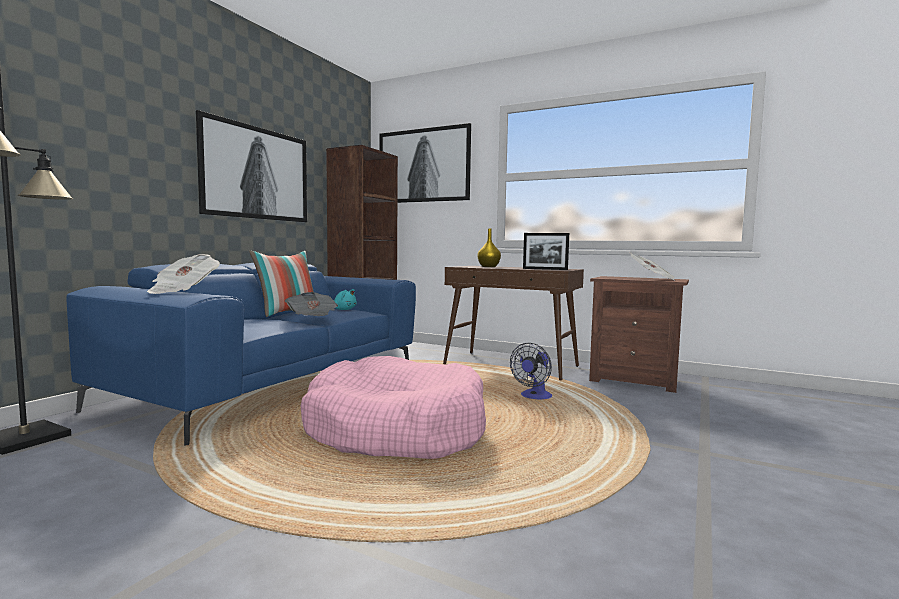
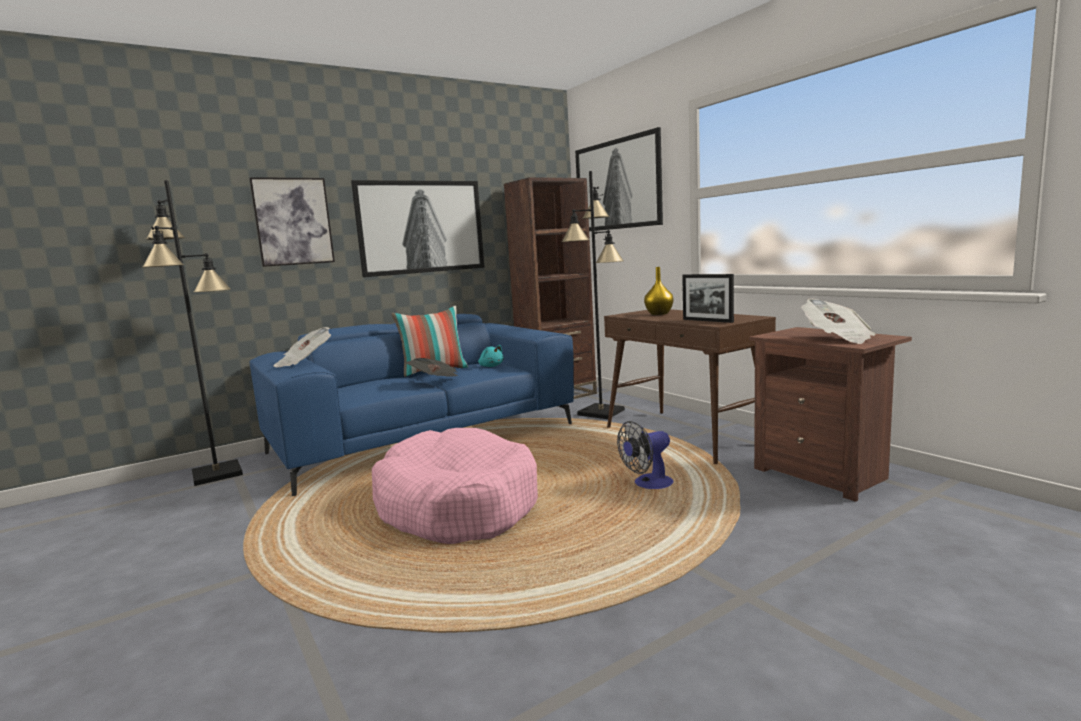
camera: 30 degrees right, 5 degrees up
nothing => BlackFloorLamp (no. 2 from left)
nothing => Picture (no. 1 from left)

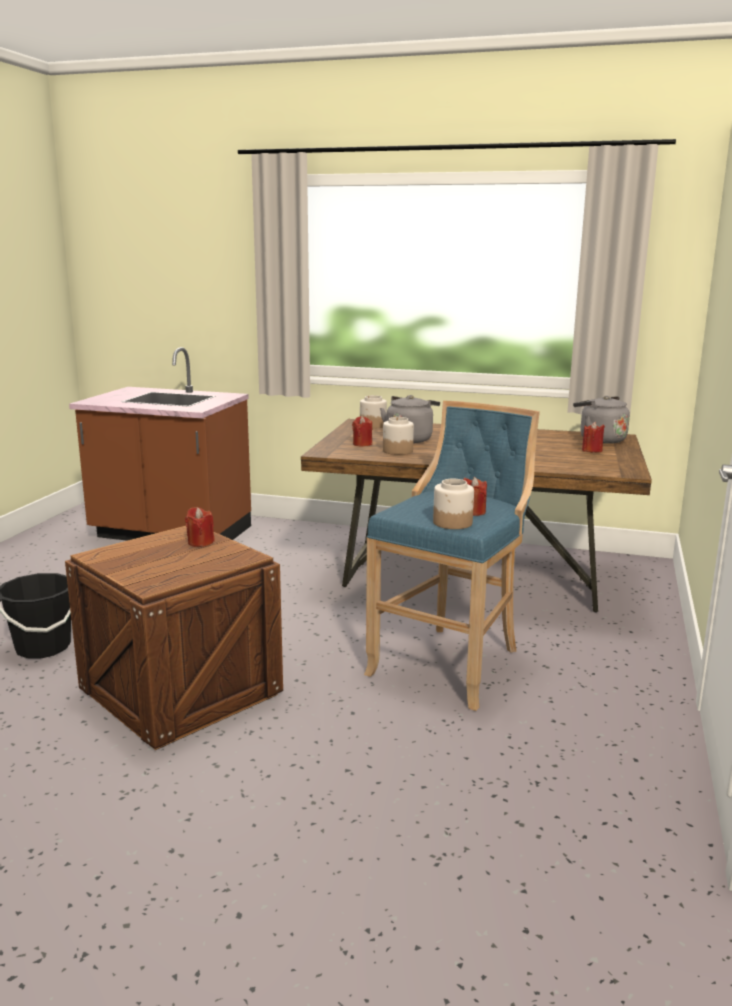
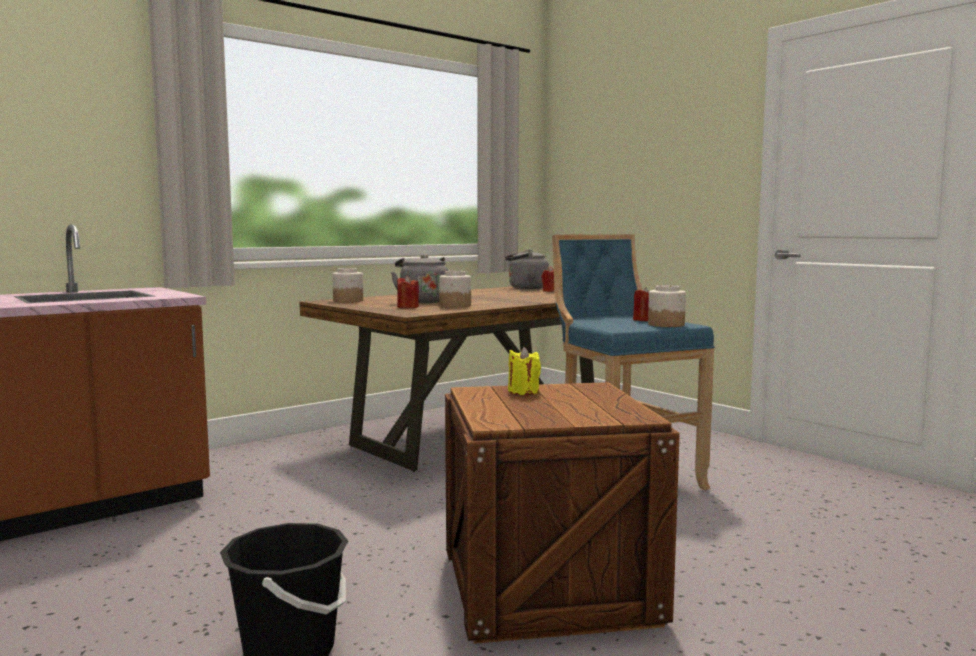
camera: 55 degrees left, 10 degrees down
RedCandle (no. 1 from left) => YellowCandle

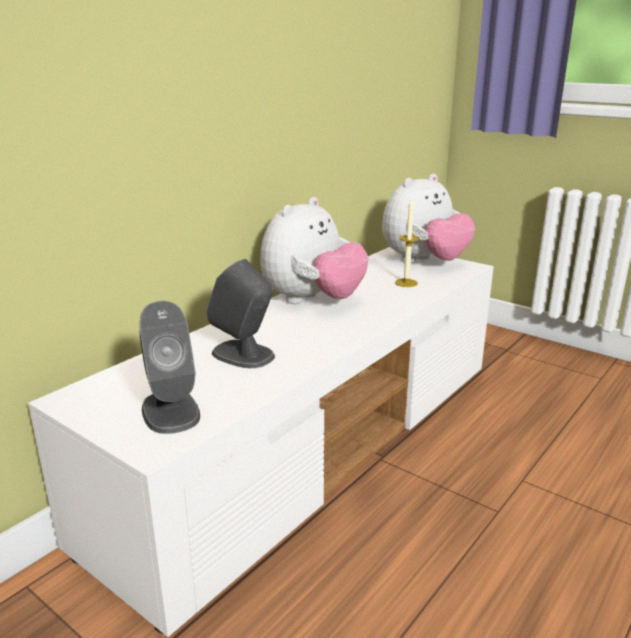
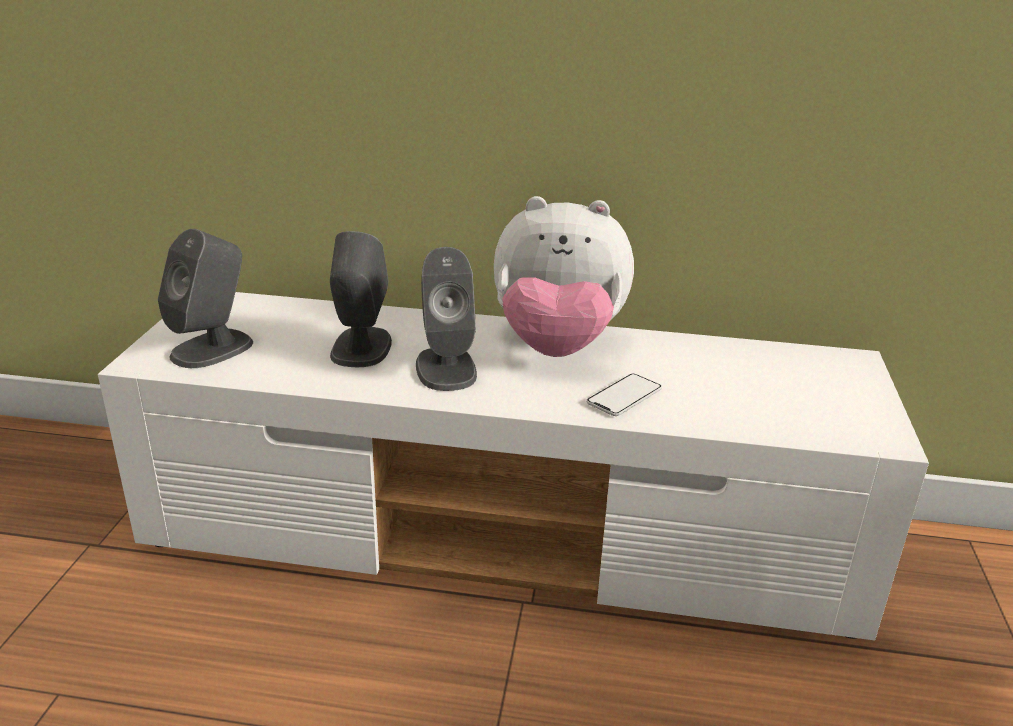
camera: 60 degrees right, 5 degrees up
PlushToy (no. 2 from left) => nothing
Candle => nothing
nothing => GreySpeaker (no. 3 from left)
nothing => Phone

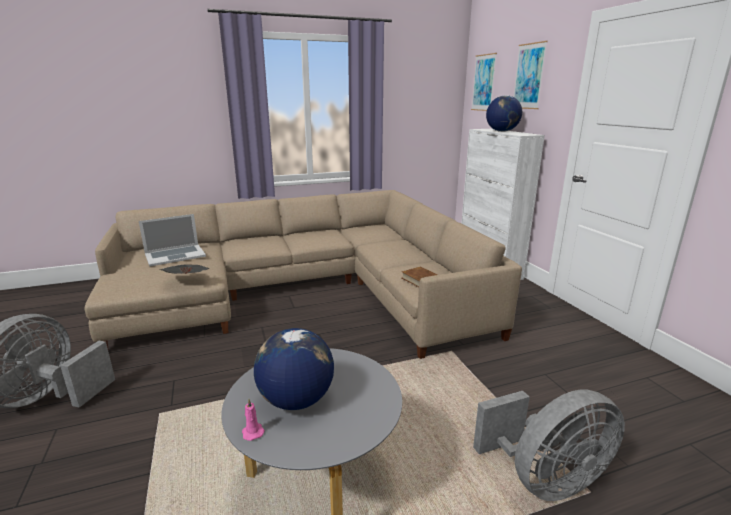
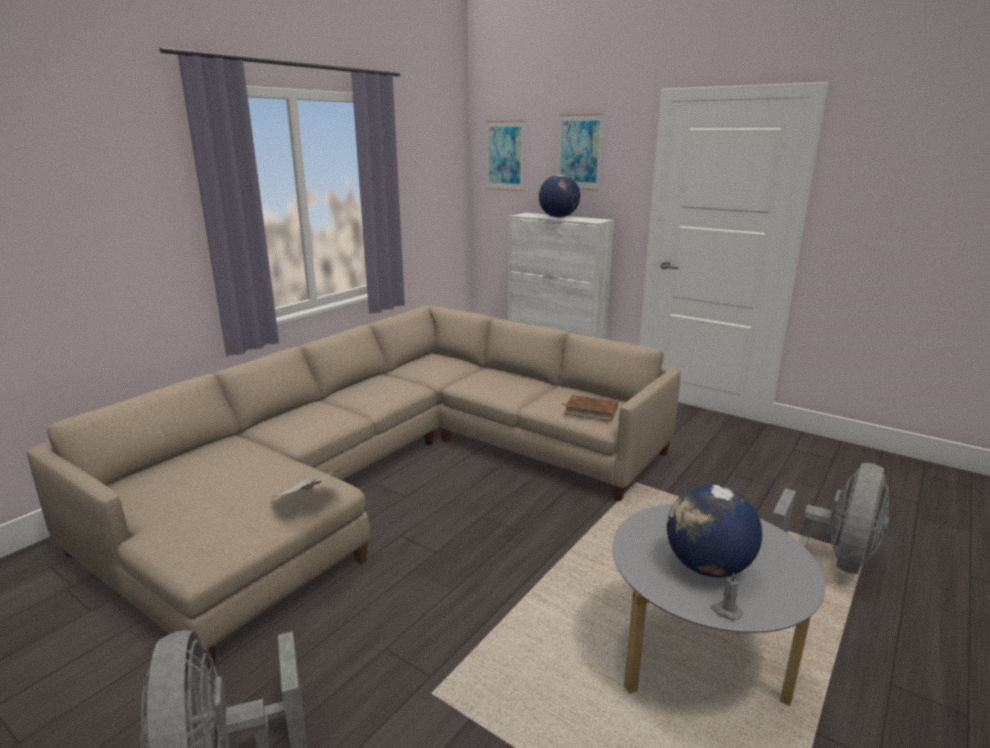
camera: 35 degrees left, 0 degrees up
Laptop => nothing
PinkCandle => GreyCandle

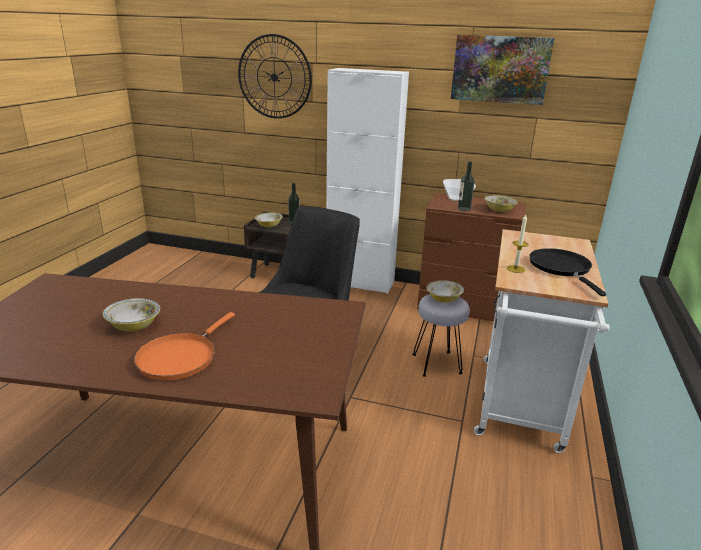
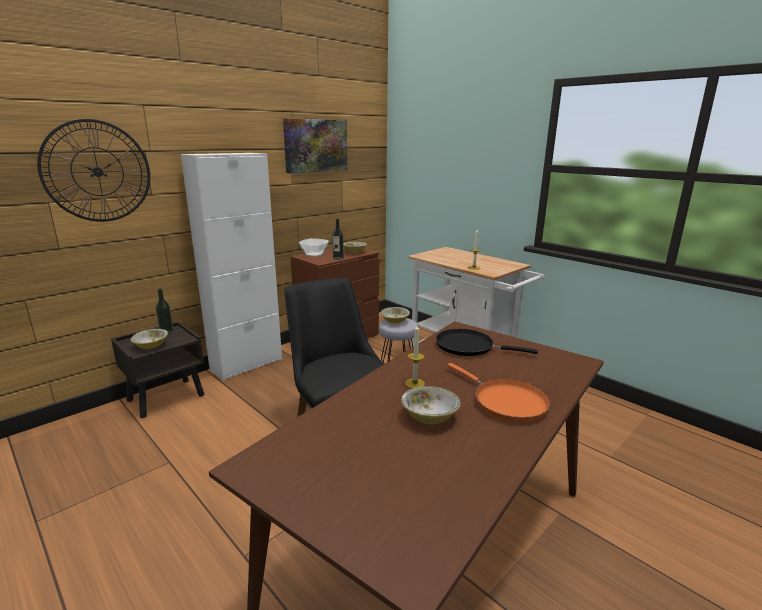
camera: 60 degrees left, 5 degrees down
BlackFryingPan, relocated
nothing => Candle (no. 1 from left)

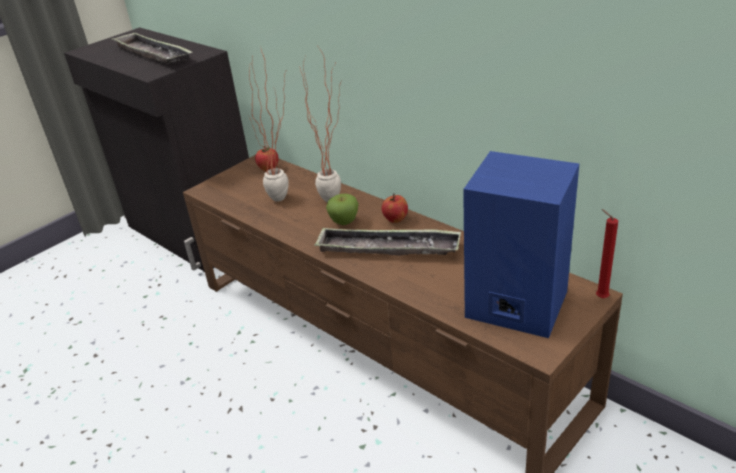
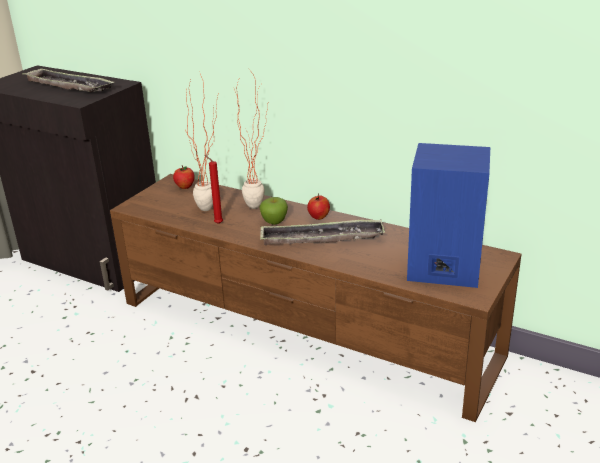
camera: 15 degrees left, 5 degrees down
RedCandle, relocated

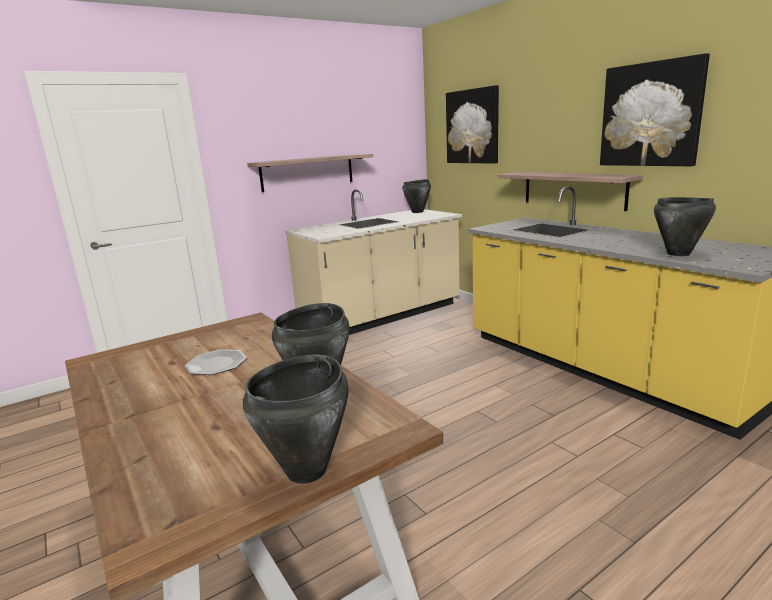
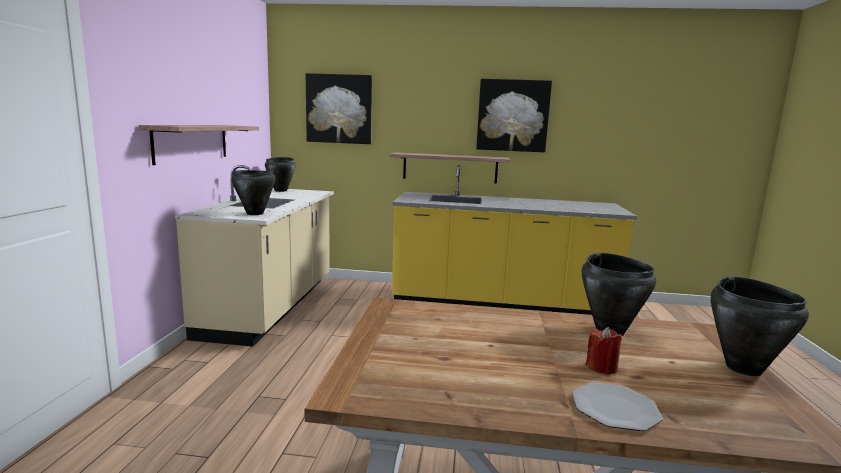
camera: 50 degrees left, 5 degrees down
BlackCookingPot (no. 4 from left in the first image) => BlackCookingPot (no. 1 from left), relocated
Plate, relocated
nothing => RedCandle

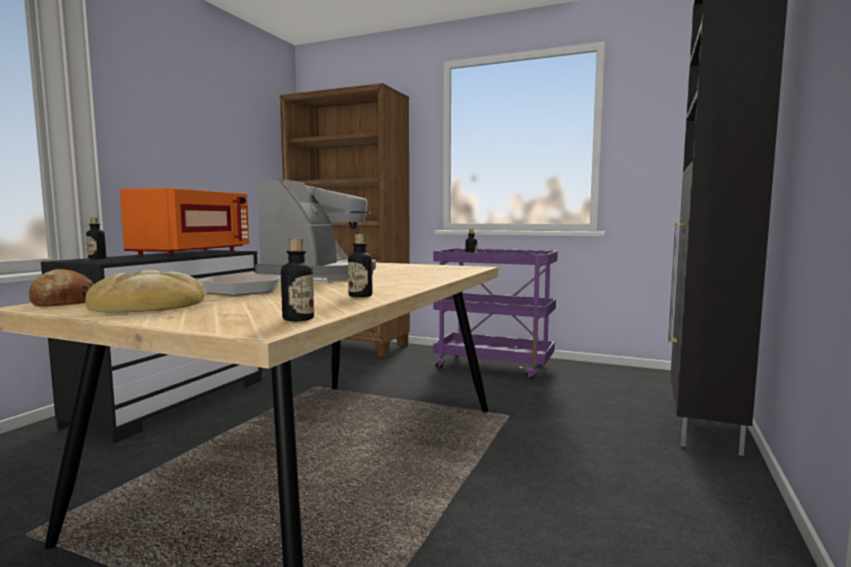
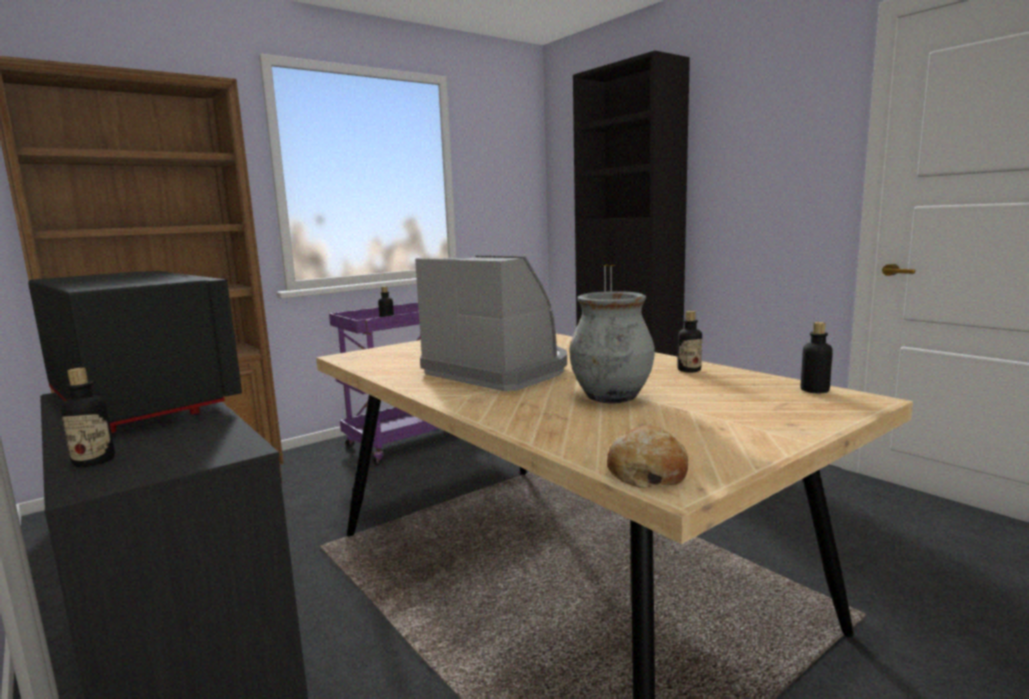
camera: 60 degrees left, 5 degrees up
OrangeMicrowave => BlackMicrowave
Bread (no. 2 from left) => nothing
FryingPan => GreyVase

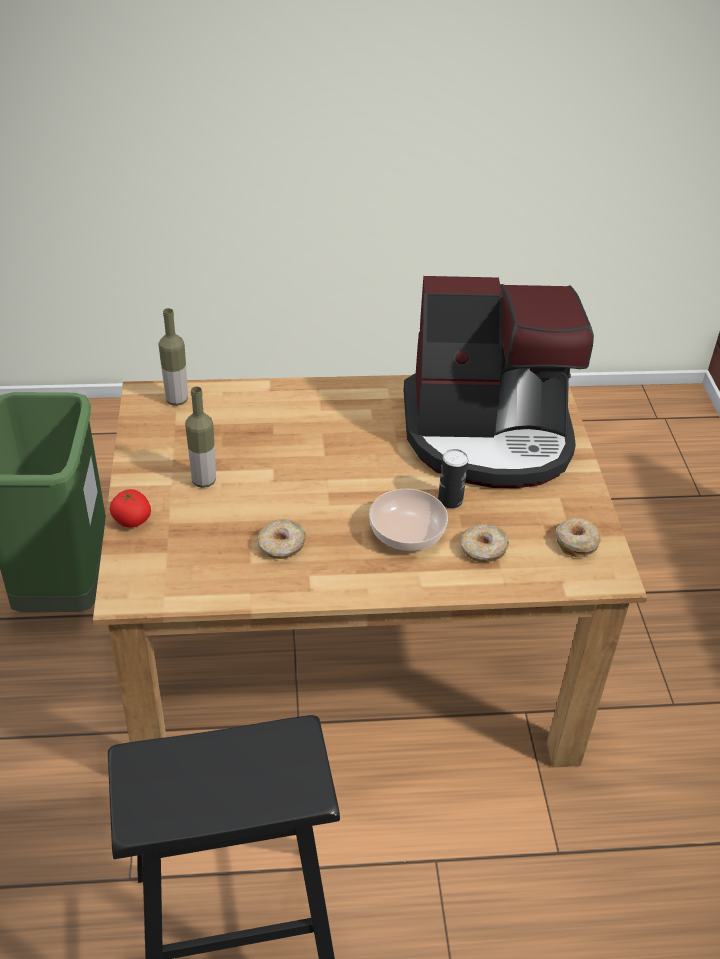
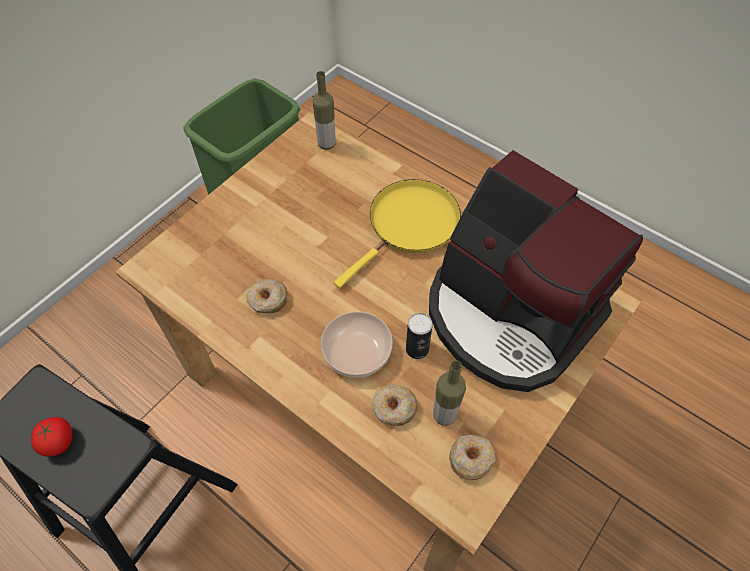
camera: 45 degrees right, 15 degrees up
Bottle (no. 2 from left), relocated
Tomato, relocated
nothing => YellowFryingPan

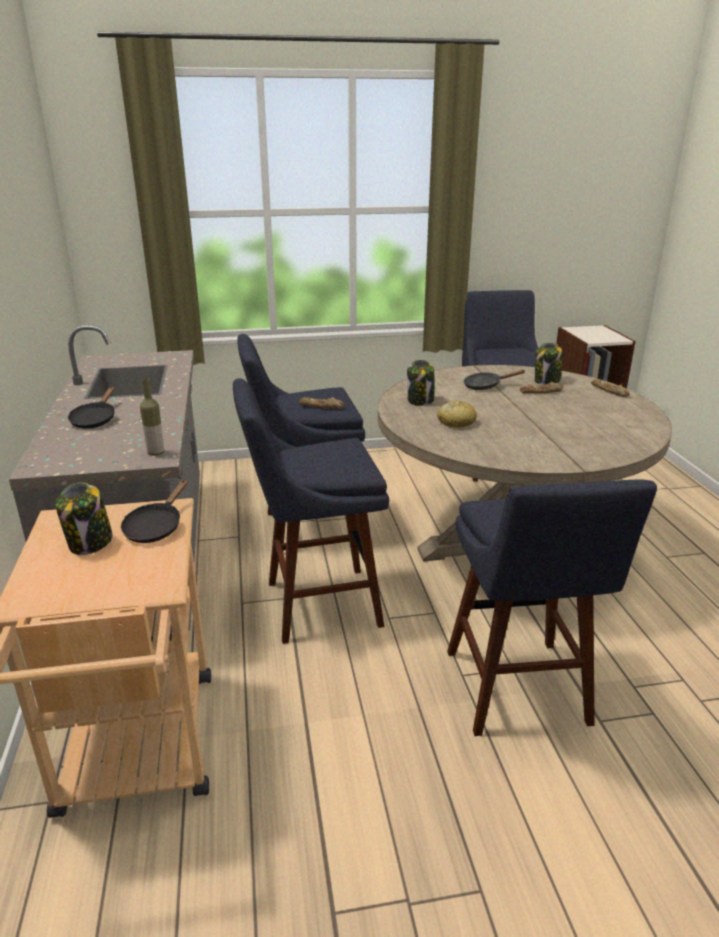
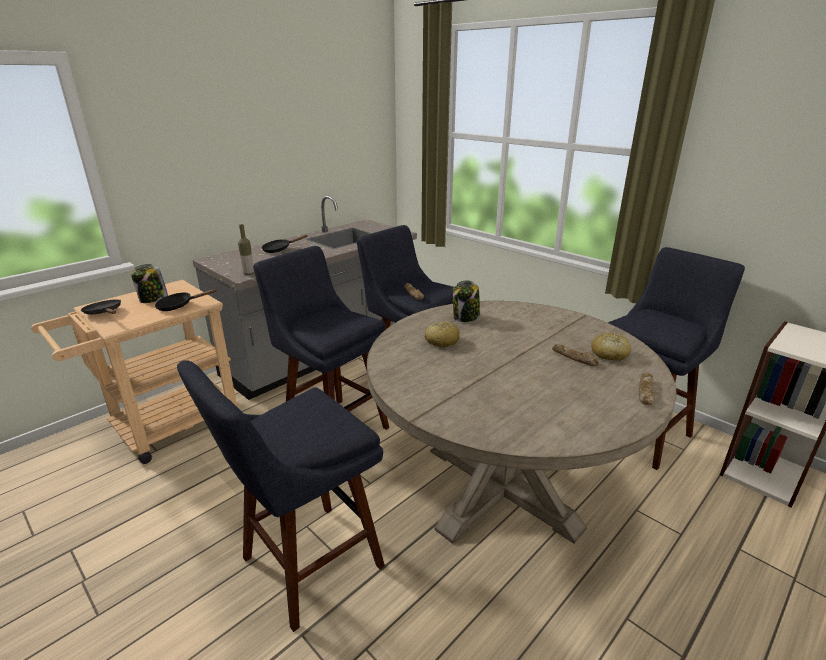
camera: 55 degrees right, 0 degrees up
Jar (no. 3 from left) => Bread (no. 4 from left)
BlackFryingPan (no. 3 from left in the first image) => BlackFryingPan (no. 1 from left), relocated

